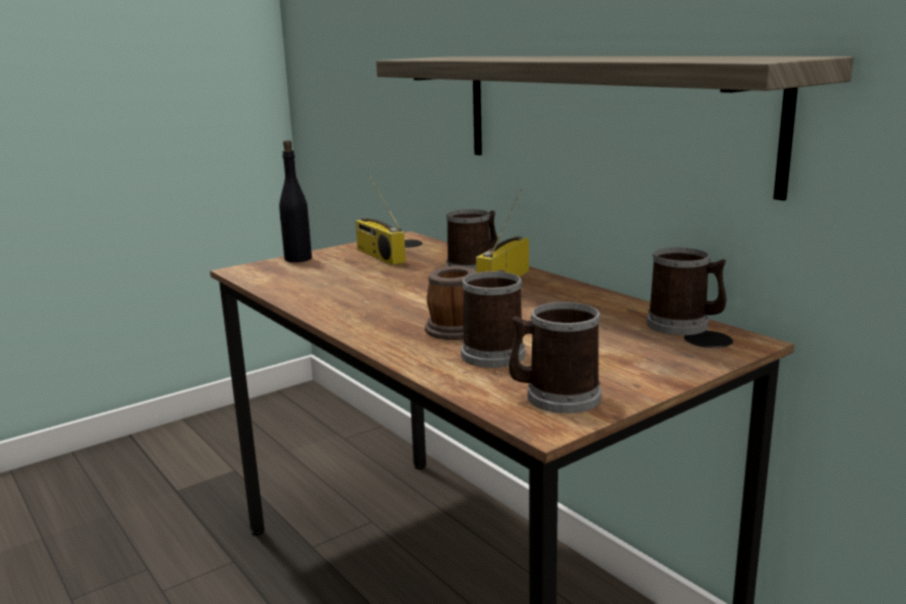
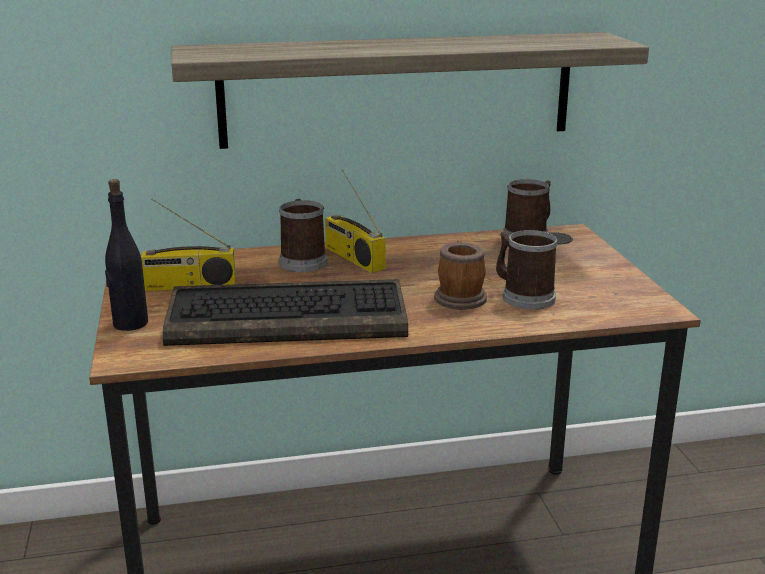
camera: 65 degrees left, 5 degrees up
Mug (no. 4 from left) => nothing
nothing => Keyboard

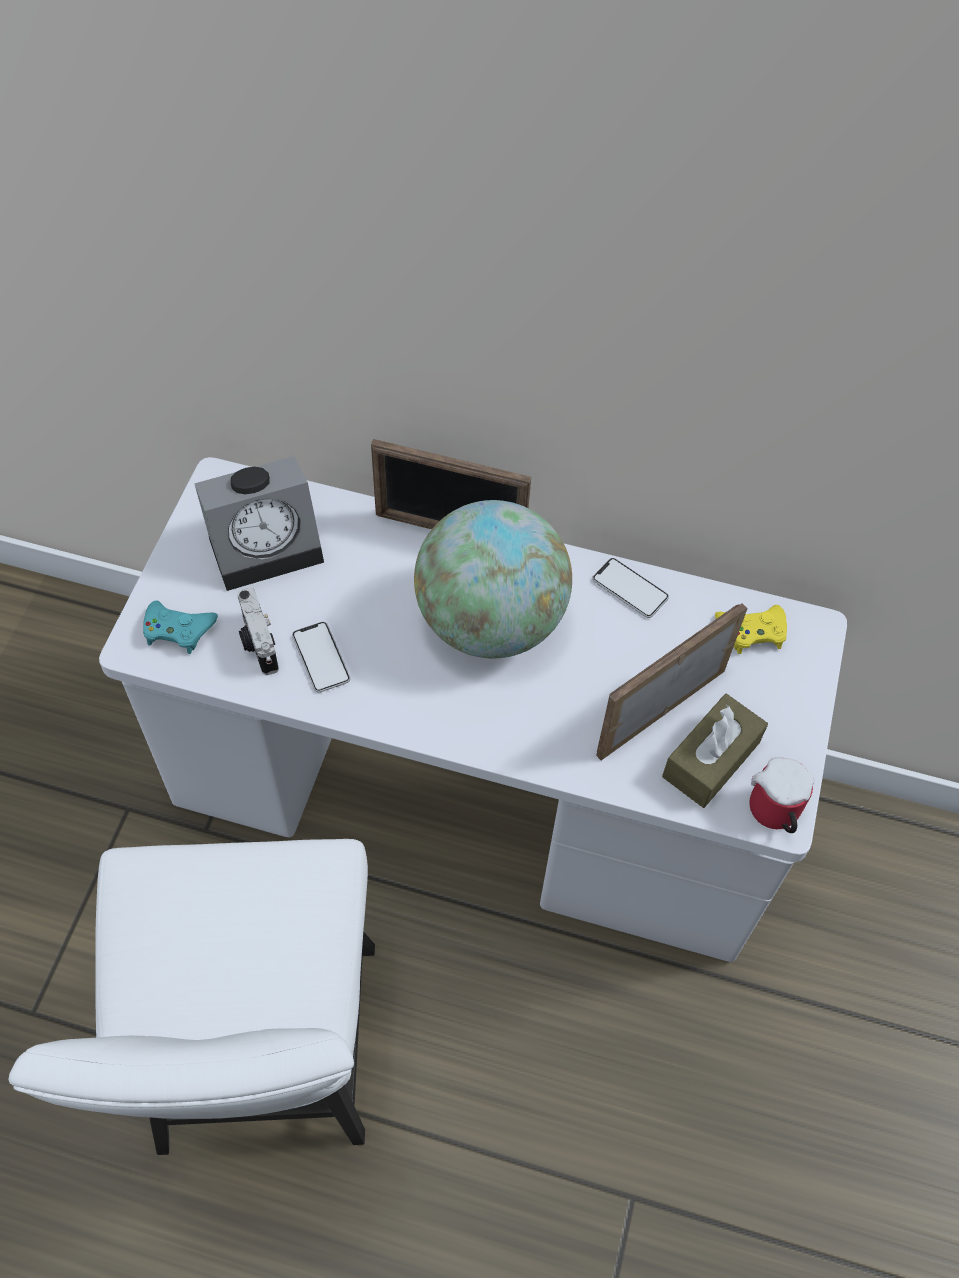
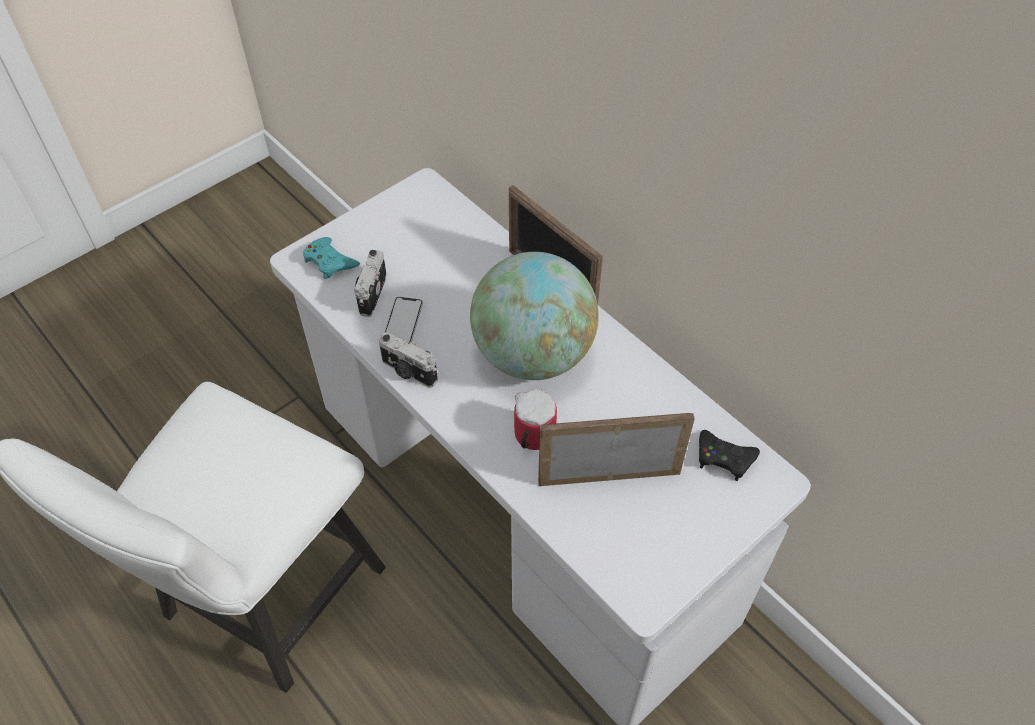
camera: 35 degrees right, 5 degrees down
AlarmClock => nothing
Phone (no. 2 from left) => nothing
YellowGameController => BlackGameController
BrownTissueBox => nothing
Mug, relocated
nothing => PhotoCamera (no. 2 from left)

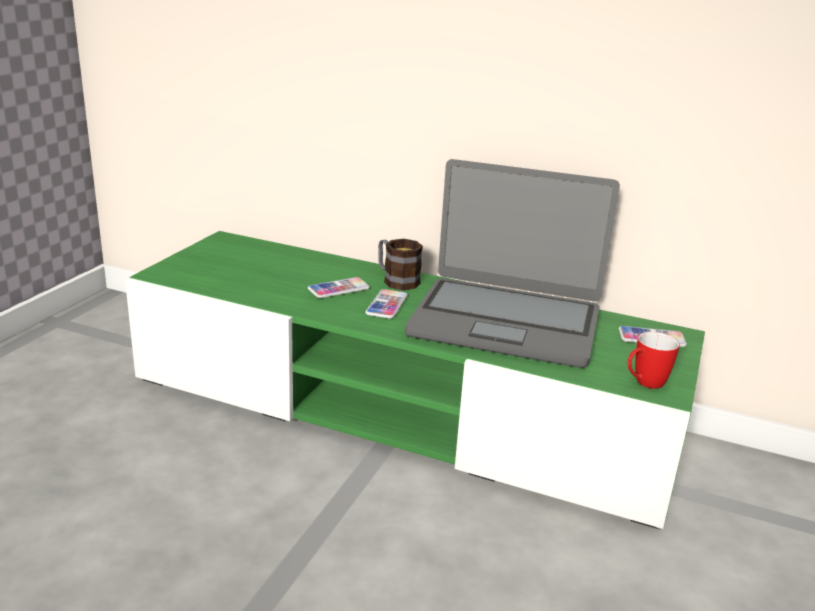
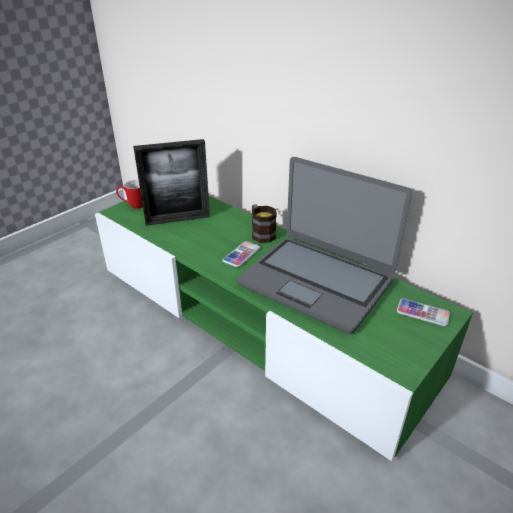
camera: 20 degrees right, 10 degrees up
Phone (no. 1 from left) => nothing
Mug (no. 2 from left in the first image) => Mug (no. 1 from left), relocated
nothing => PictureFrame

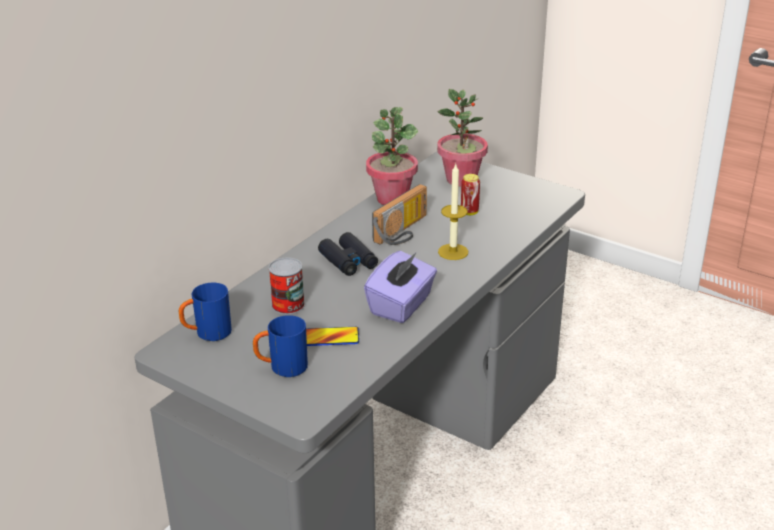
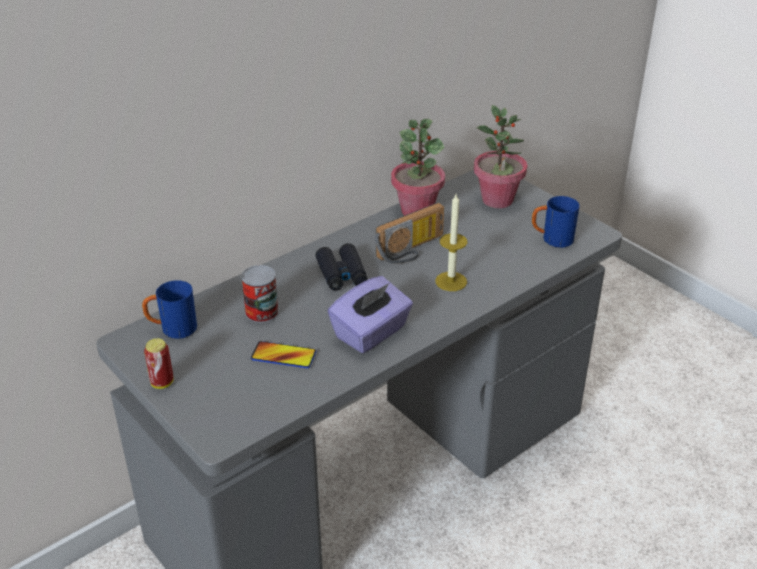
camera: 15 degrees right, 5 degrees up
Can (no. 2 from left in the first image) => Can (no. 1 from left), relocated
BlueMug (no. 2 from left), relocated

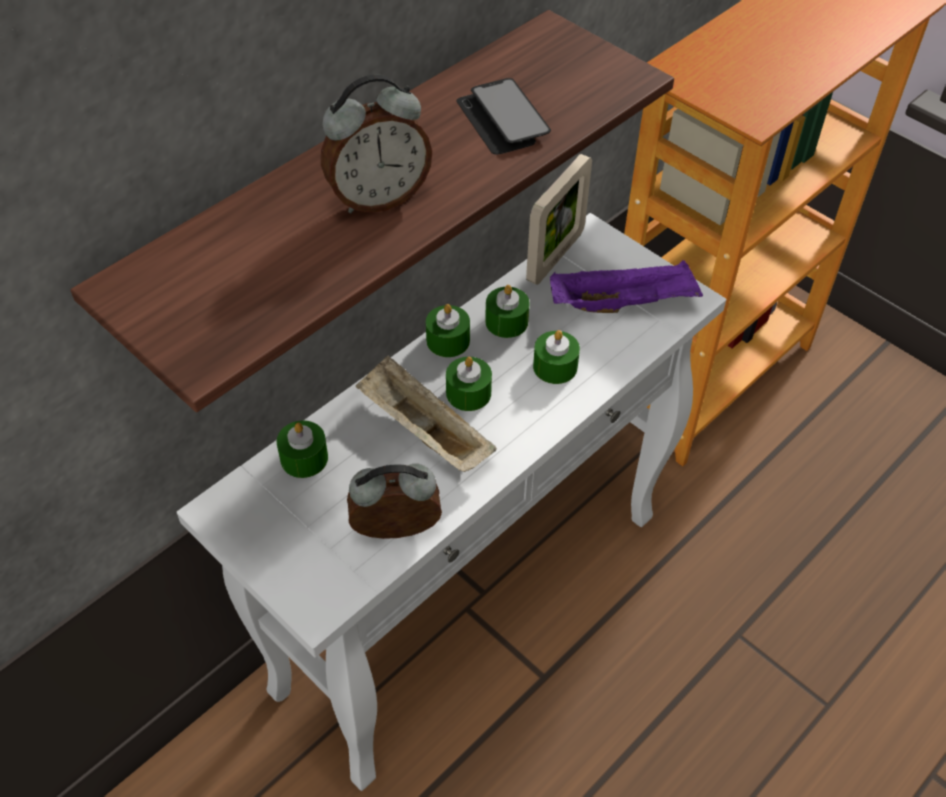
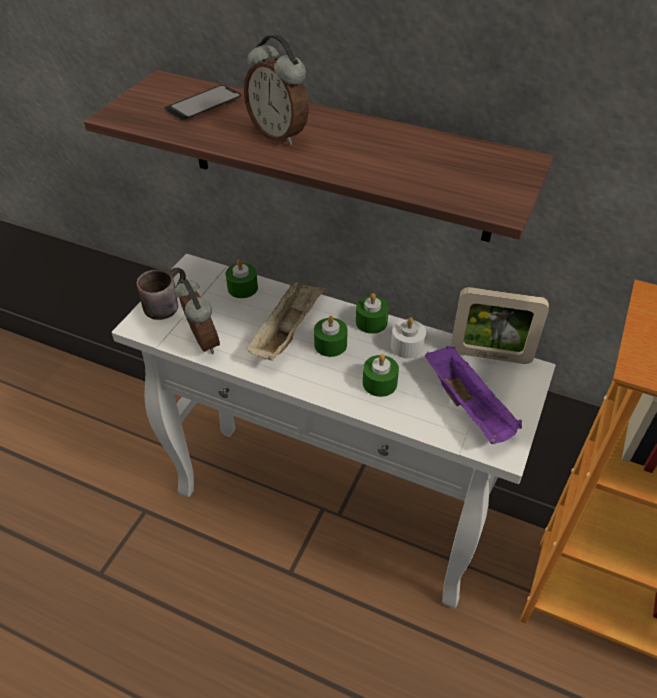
camera: 70 degrees right, 5 degrees down
Phone, relocated
GreenCandle (no. 4 from left) => WhiteCandle
nothing => BrownMug

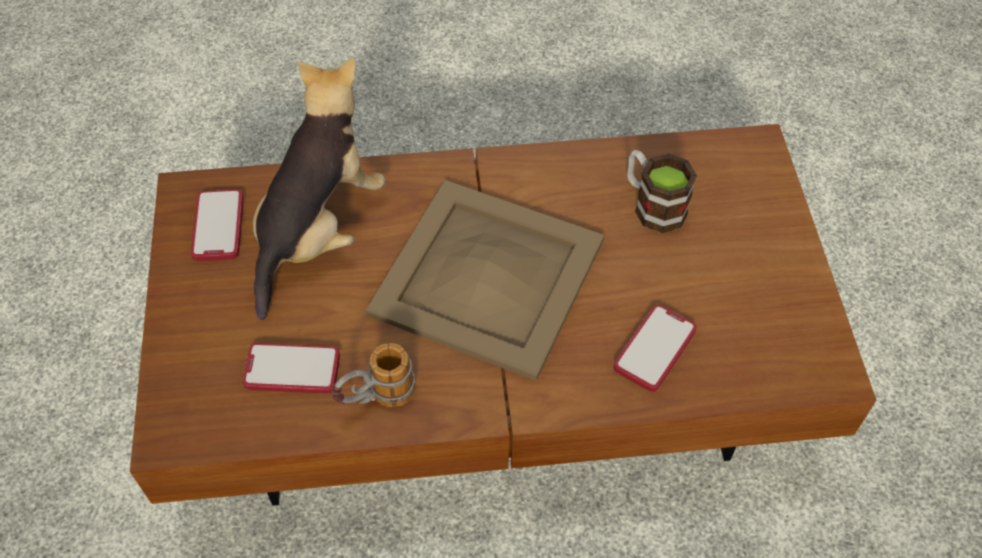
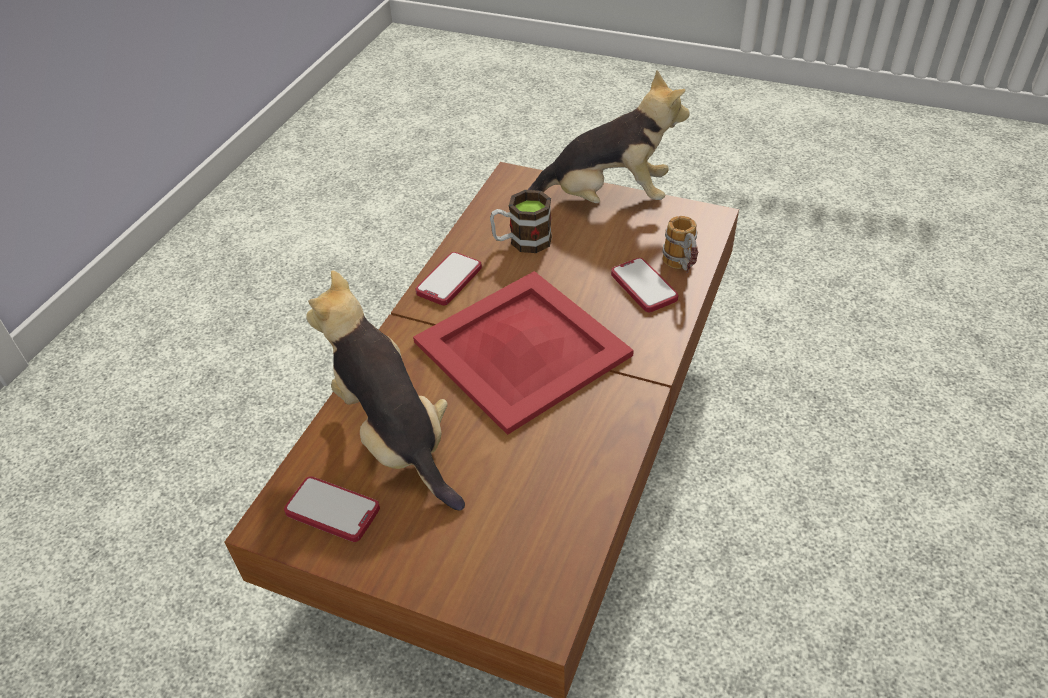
camera: 60 degrees left, 10 degrees down
BeigeTray => RedTray
Phone (no. 2 from left), relocated
Mug (no. 1 from left in the first image) => Mug (no. 2 from left), relocated
nothing => PlushToy (no. 2 from left)

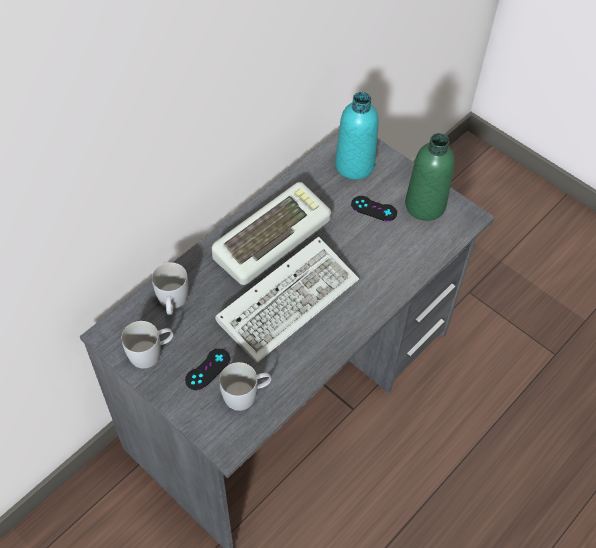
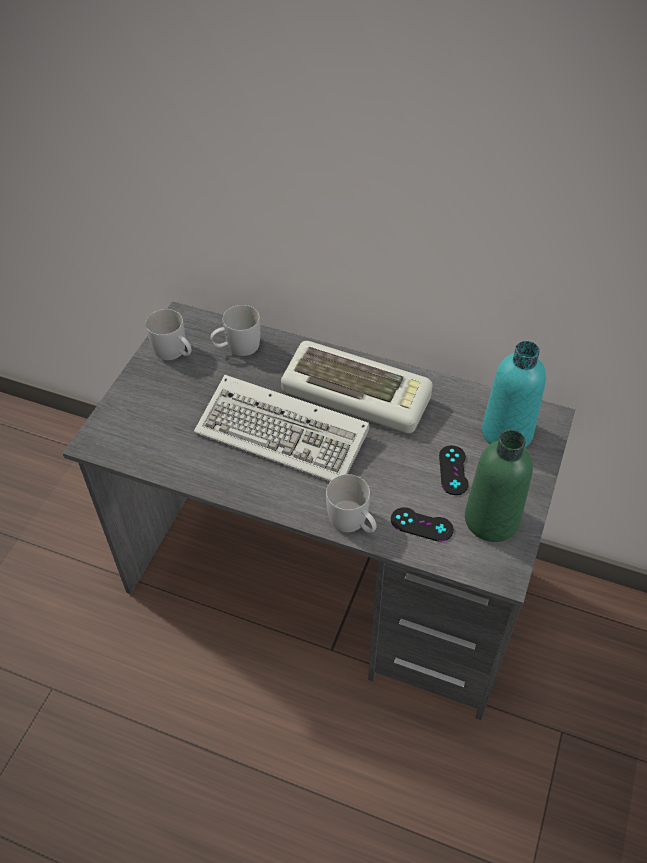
camera: 70 degrees right, 5 degrees down
BlackGameController (no. 1 from left), relocated
WhiteMug (no. 3 from left), relocated

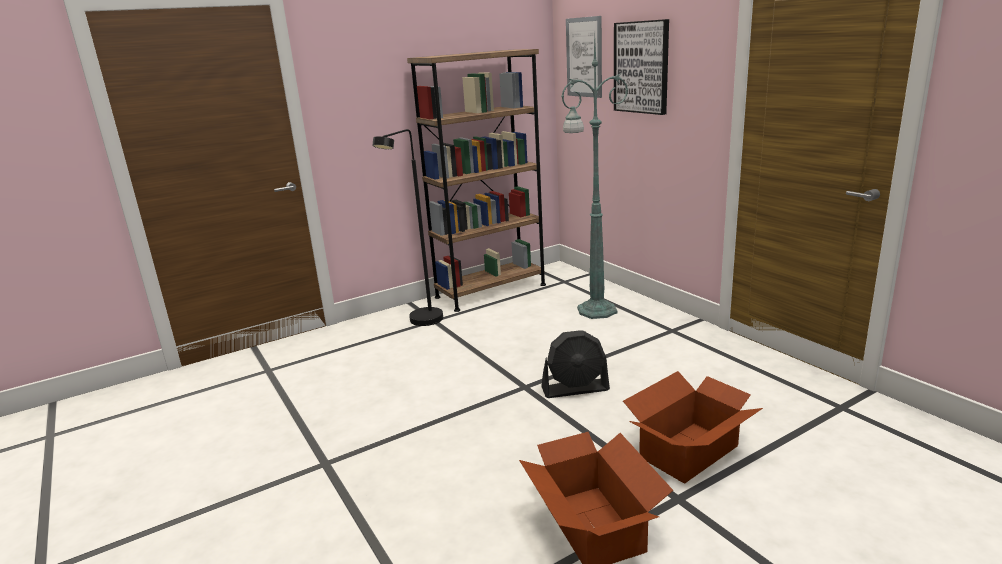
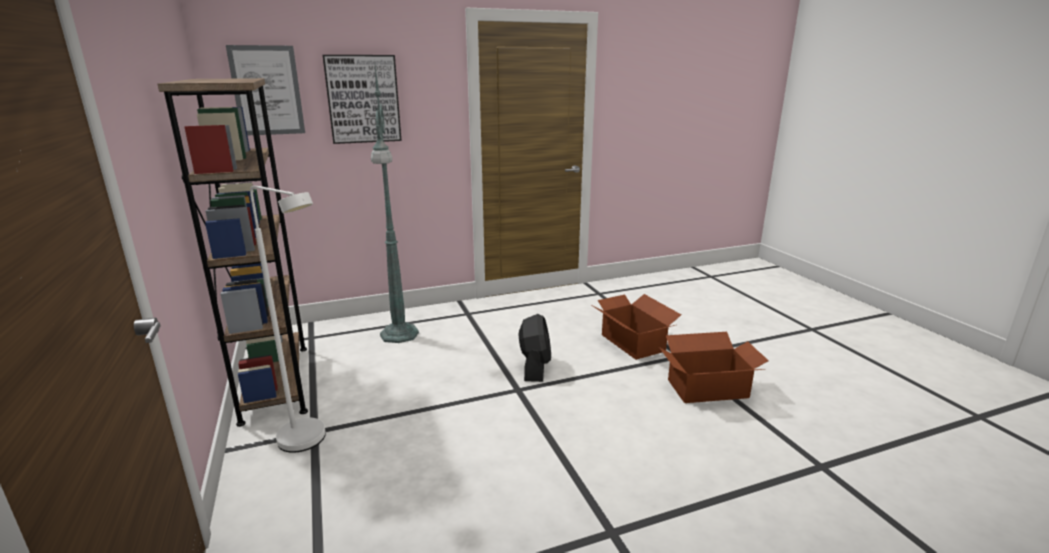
camera: 80 degrees left, 0 degrees up
BlackFloorLamp => WhiteFloorLamp

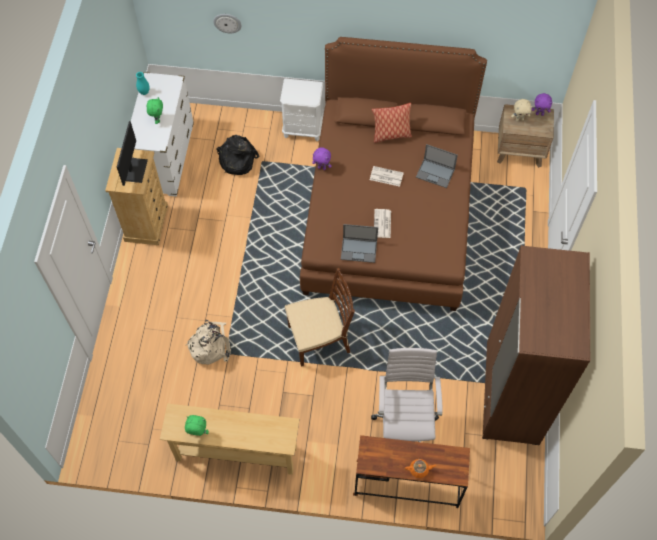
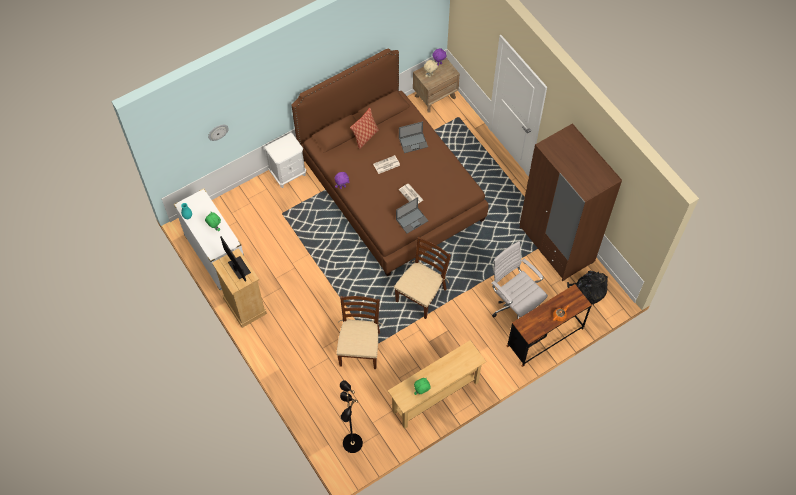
camera: 40 degrees left, 0 degrees up
BlackBackpack, relocated
BeigeBackpack => BrownChair (no. 1 from left)
nothing => BlackFloorLamp

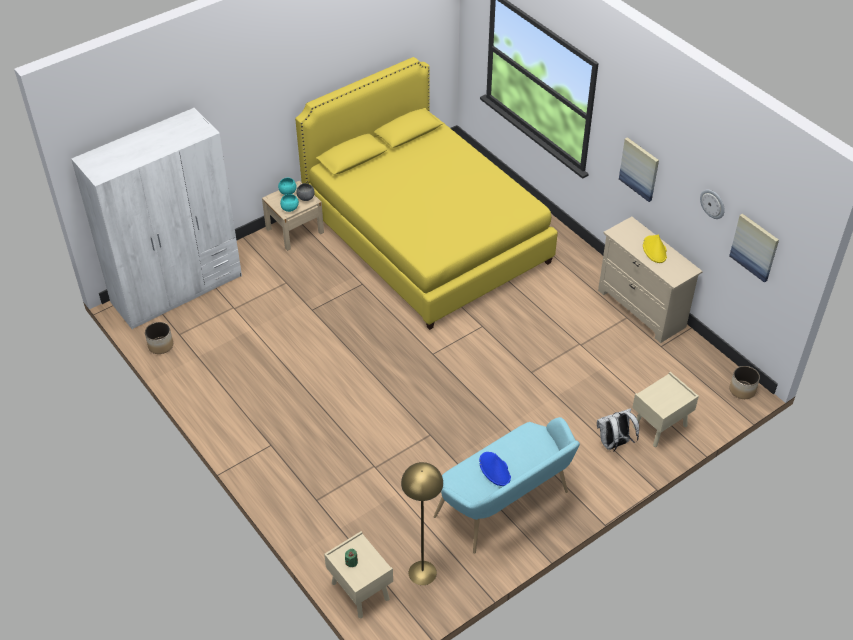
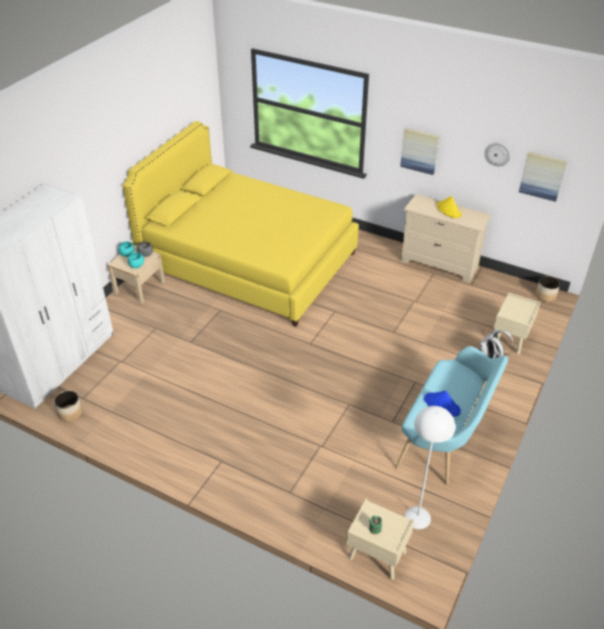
camera: 25 degrees left, 5 degrees down
YellowFloorLamp => WhiteFloorLamp

